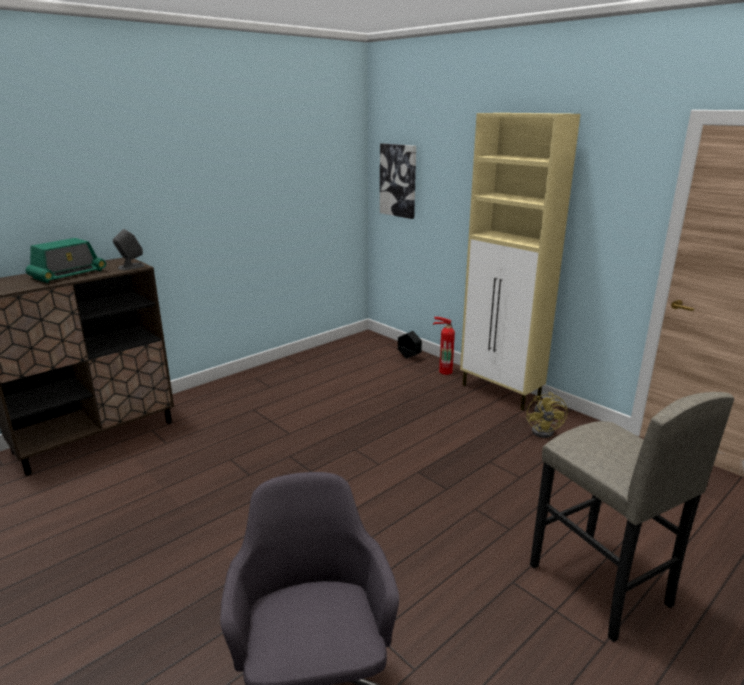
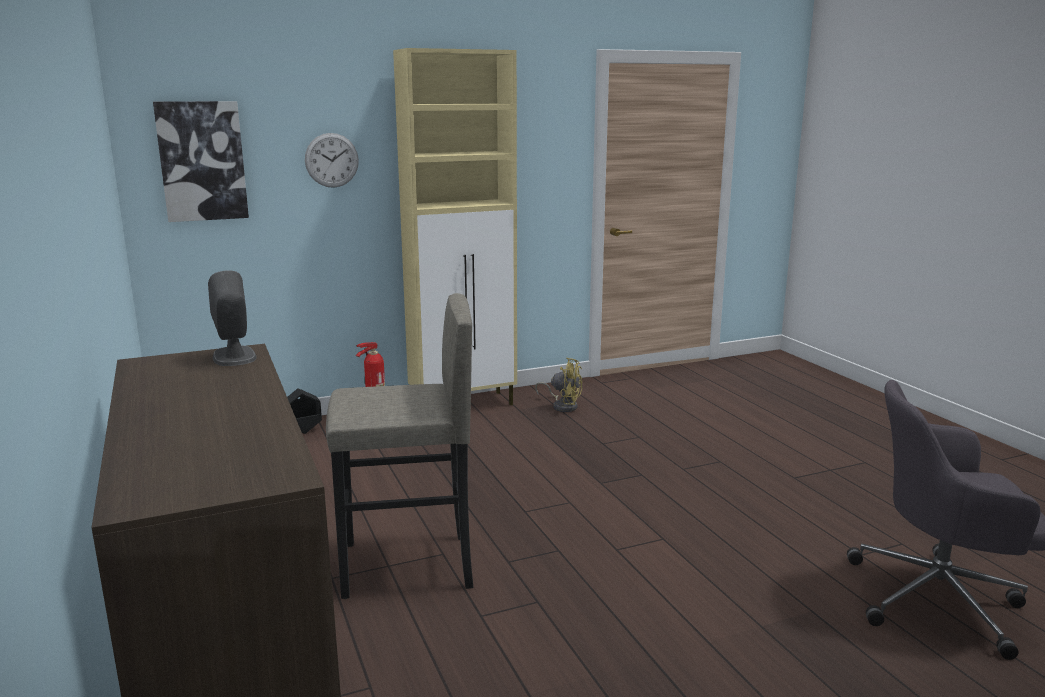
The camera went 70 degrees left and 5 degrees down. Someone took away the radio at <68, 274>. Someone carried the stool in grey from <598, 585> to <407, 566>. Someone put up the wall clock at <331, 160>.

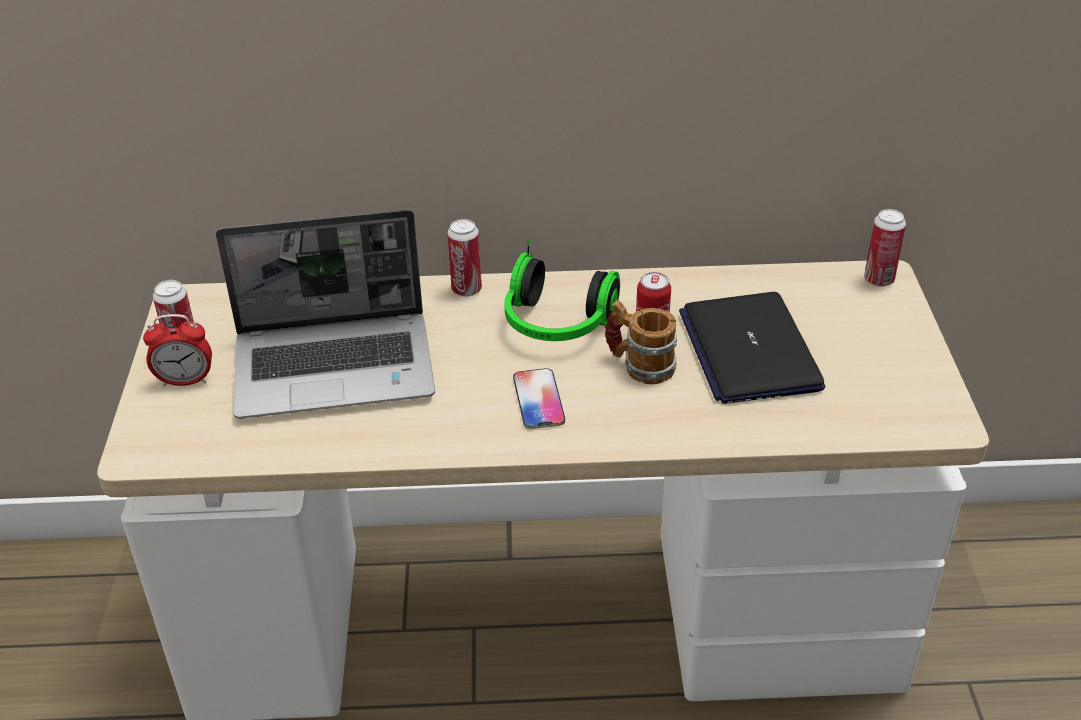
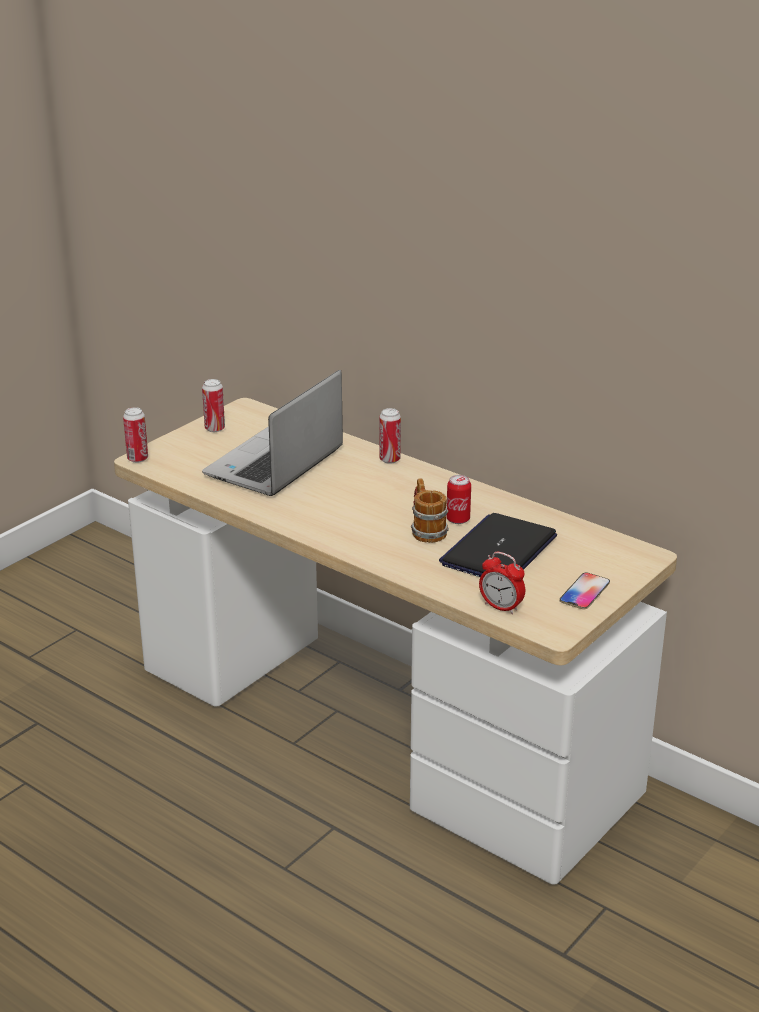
The camera went 40 degrees right and 10 degrees down. Someone carried the alarm clock from <185, 381> to <501, 607>. Someone rotated the laptop at <336, 366> by 90 degrees clockwise. Someone took away the headphones at <556, 325>. Someone carried the phone from <538, 399> to <584, 592>. Someone carried the can from <879, 280> to <137, 459>.

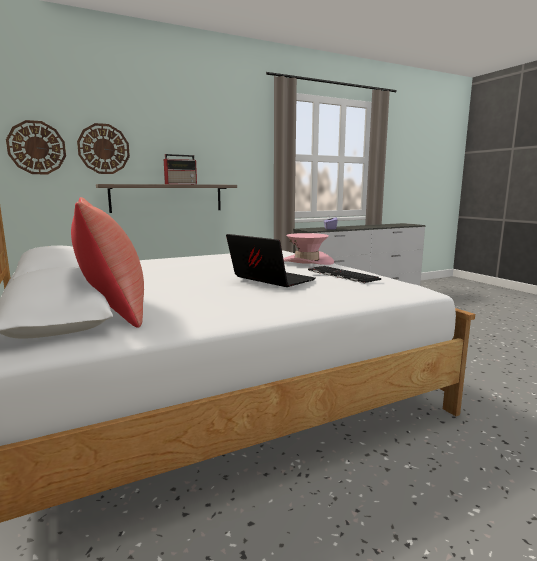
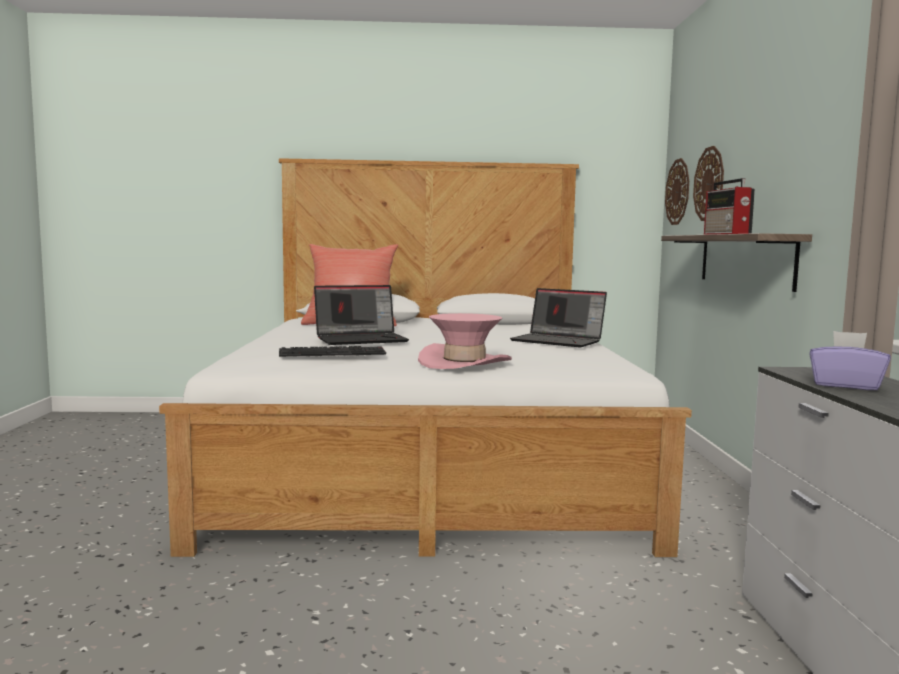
The camera went 115 degrees right and 5 degrees down. Someone put down the laptop at <559, 341>.

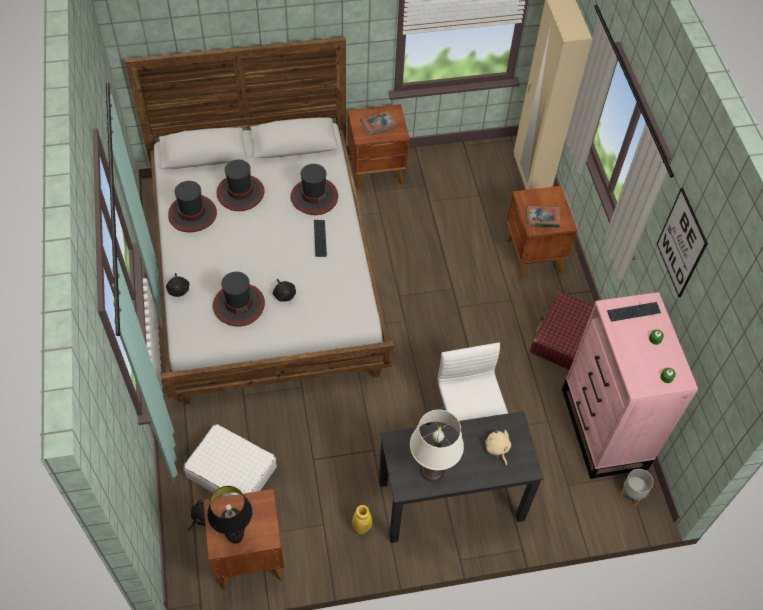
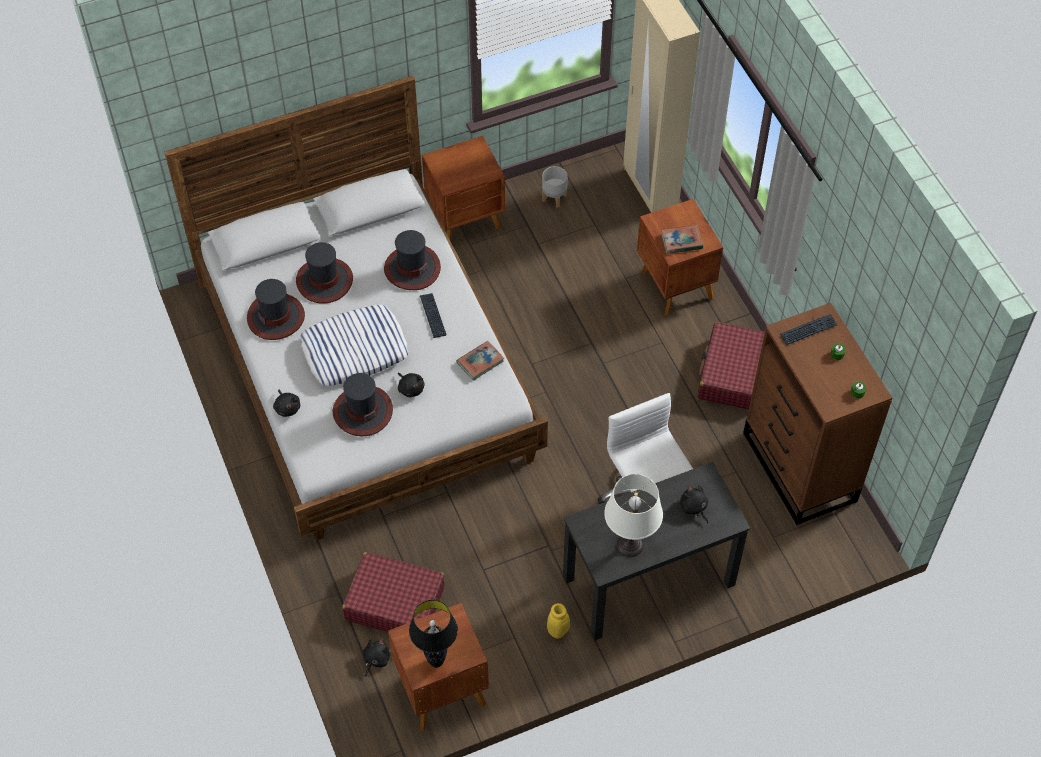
The camera went 10 degrees left and 0 degrees up. Someone repainted the suitcase in white at <231, 471>, which became the suitcase in red at <394, 603>. Someone carried the book from <378, 124> to <480, 362>. Someone repainted the plush toy in beige at <497, 449>, which became the plush toy in black at <694, 508>. Someone repainted the dresser in pink at <603, 429>, which became the dresser in brown at <799, 468>. Someone carried the planter in grey from <632, 494> to <554, 198>. Someone took away the picture at <681, 243>. Someone put down the pillow at <355, 350>.

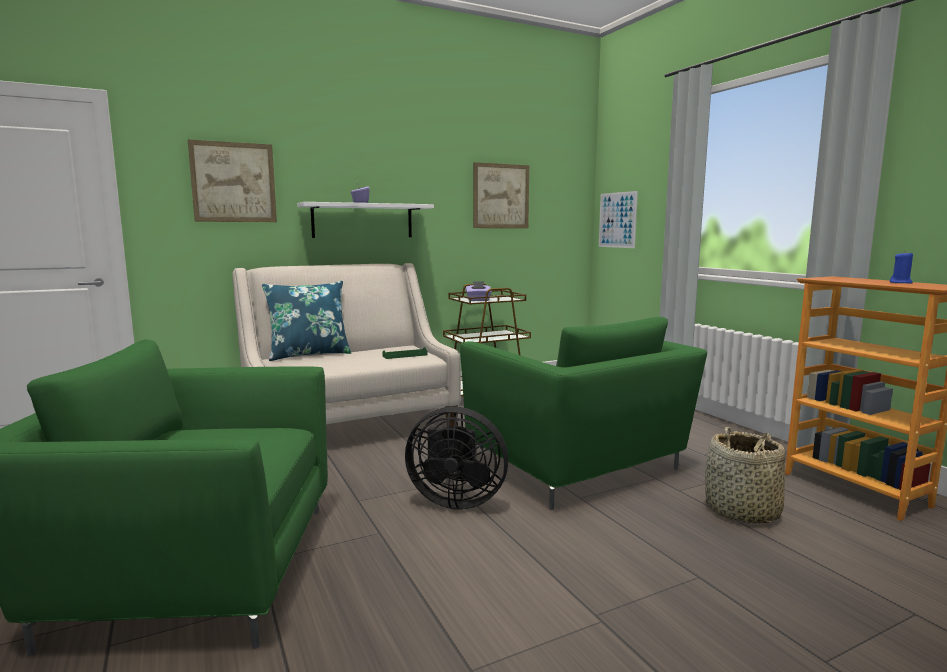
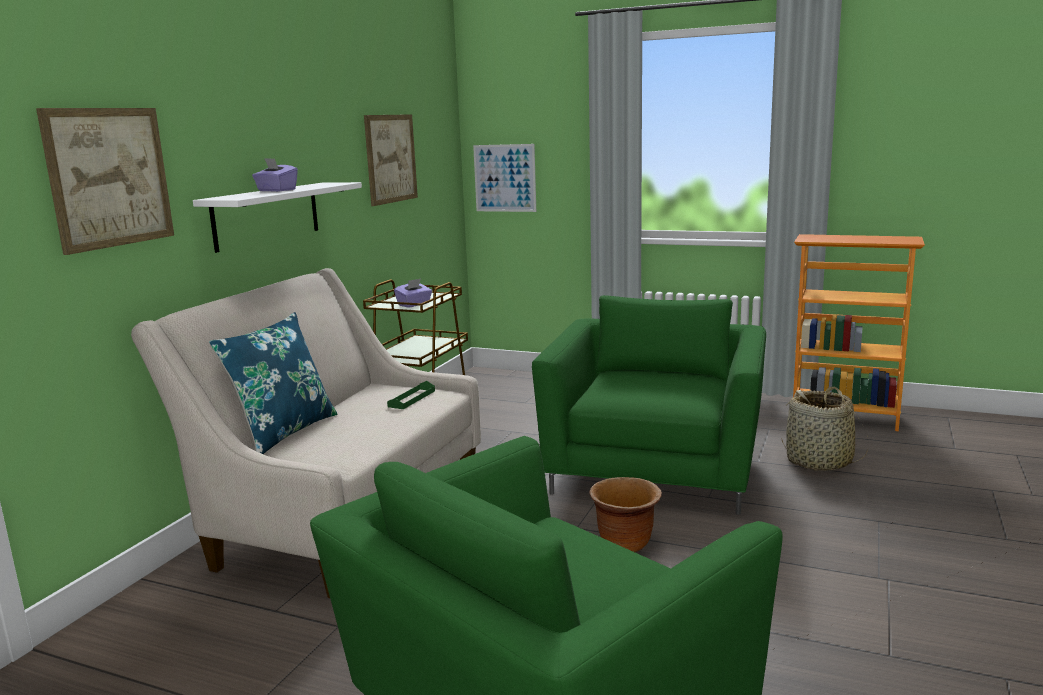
The camera went 40 degrees left and 5 degrees up. Someone swapped the fan in black at <455, 500> for the planter in brown at <625, 544>. Someone rotated the armchair in green at <577, 466> by 90 degrees counterclockwise. Someone took away the candle in blue at <900, 283>.

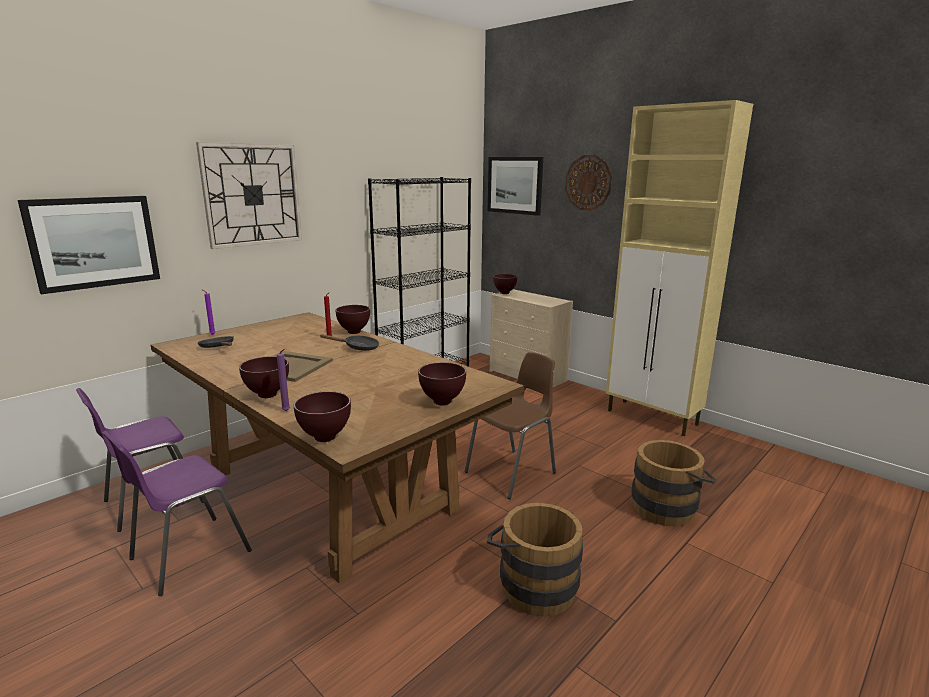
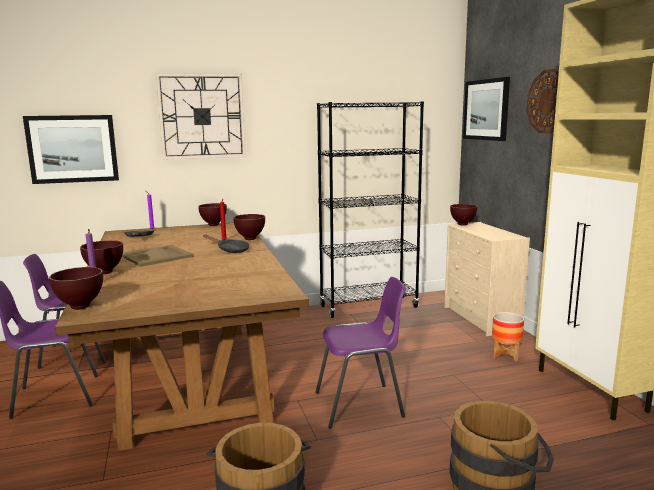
The camera went 30 degrees right and 5 degrees down. Someone carried the bowl in brown from <443, 402> to <214, 225>. Someone repainted the chair in brown at <513, 472>, which became the chair in purple at <361, 405>. Someone put down the planter at <505, 355>.

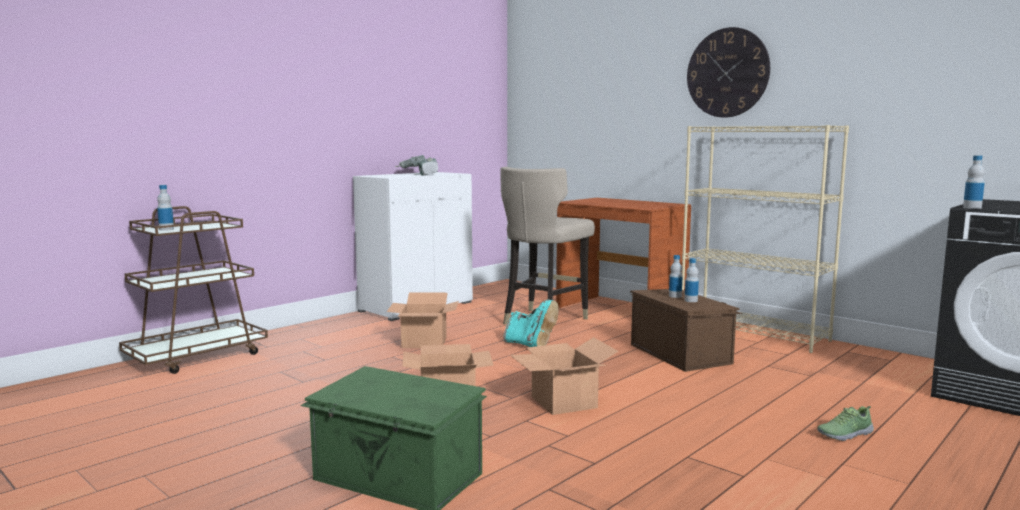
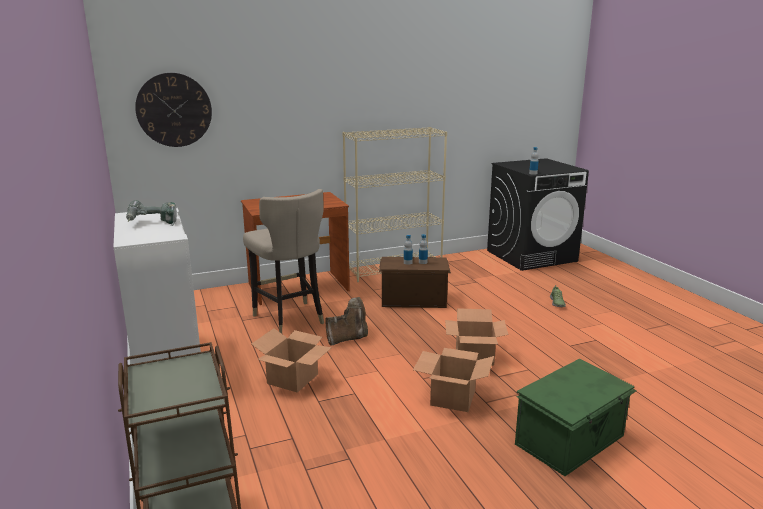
The camera went 65 degrees left and 10 degrees up. Someone took away the bottle at <166, 229>. Someone repainted the boot in turquoise at <530, 345>, which became the boot in brown at <348, 338>. Someone carried the wall clock from <727, 73> to <174, 110>.

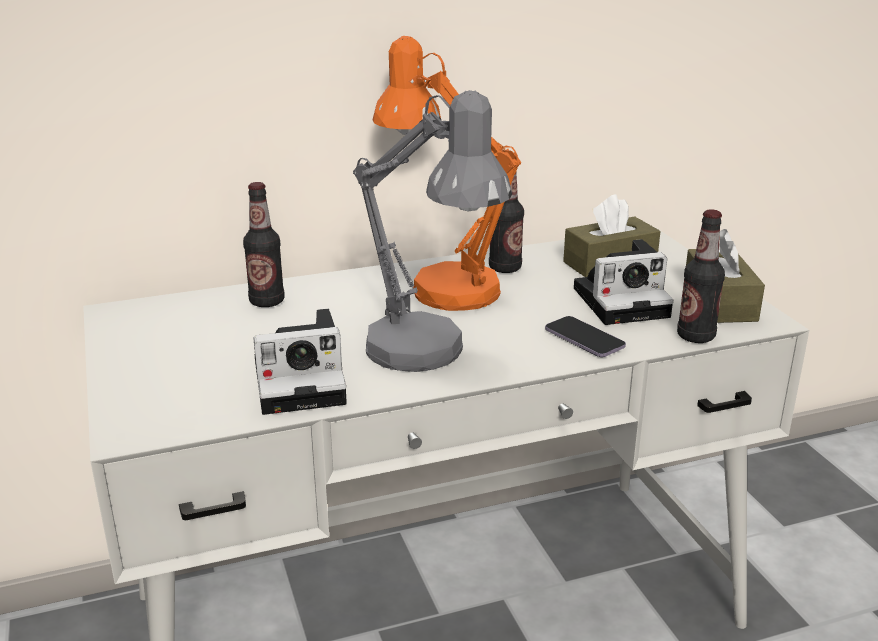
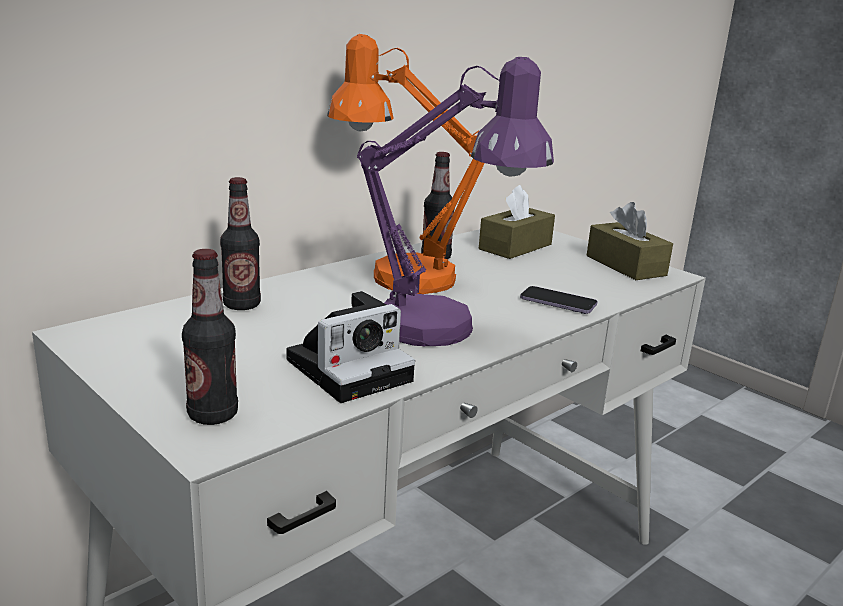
The camera went 25 degrees left and 5 degrees down. Someone repainted the table lamp in grey at <429, 355>, which became the table lamp in purple at <445, 331>. Someone took away the photo camera at <624, 301>. Someone carried the bottle from <695, 336> to <213, 415>.

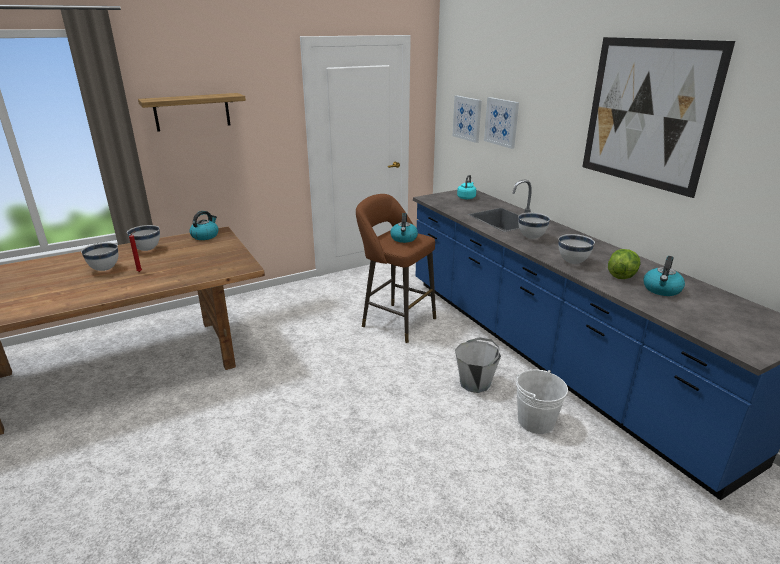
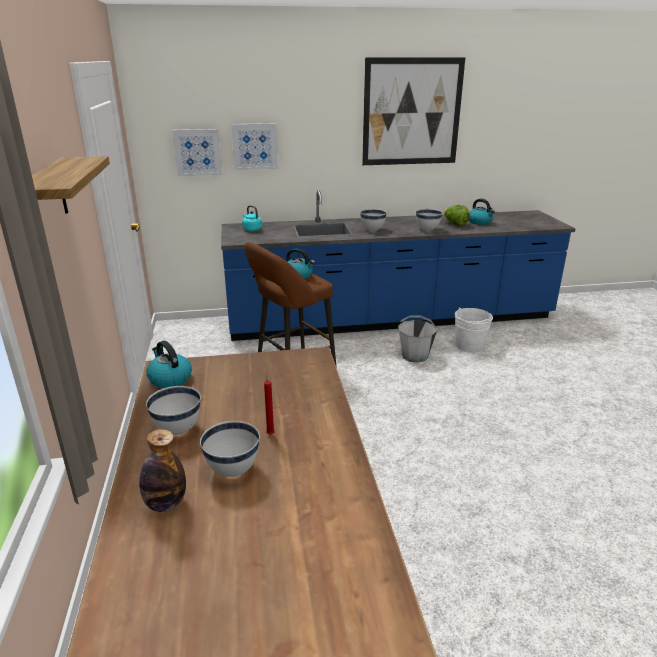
The camera went 70 degrees left and 0 degrees up. Someone put down the bottle at <165, 503>.

